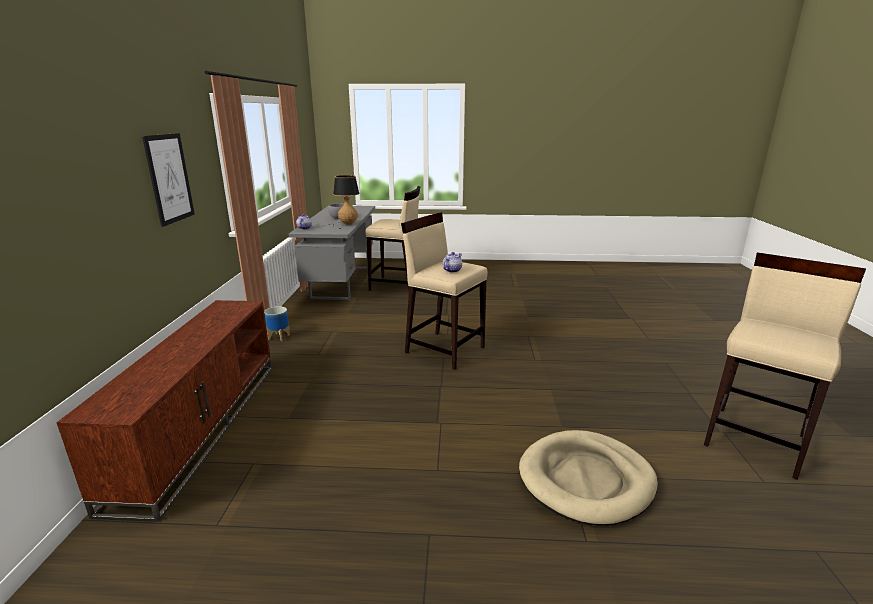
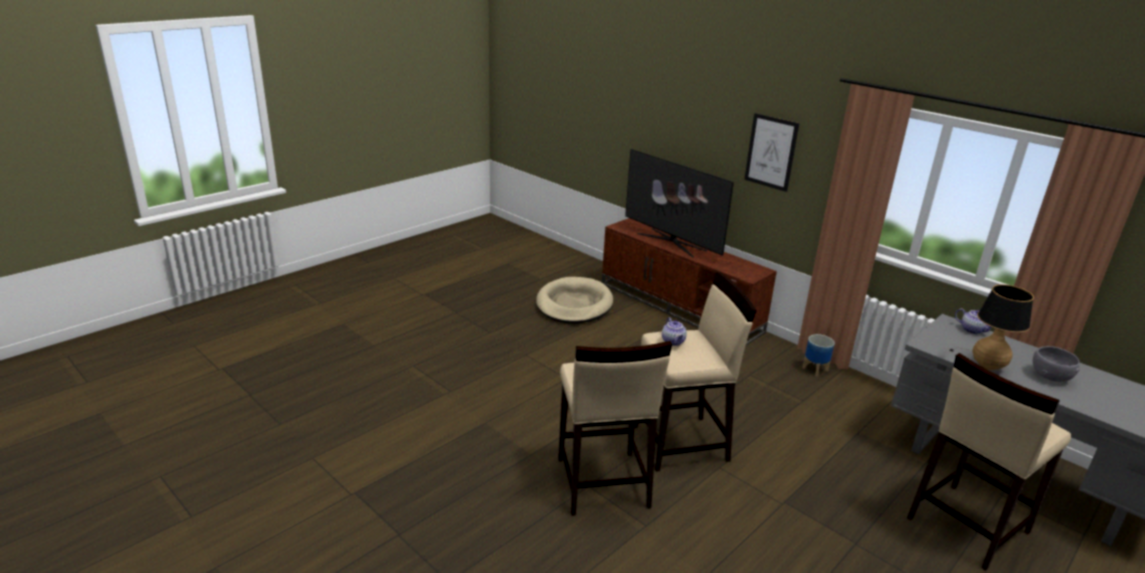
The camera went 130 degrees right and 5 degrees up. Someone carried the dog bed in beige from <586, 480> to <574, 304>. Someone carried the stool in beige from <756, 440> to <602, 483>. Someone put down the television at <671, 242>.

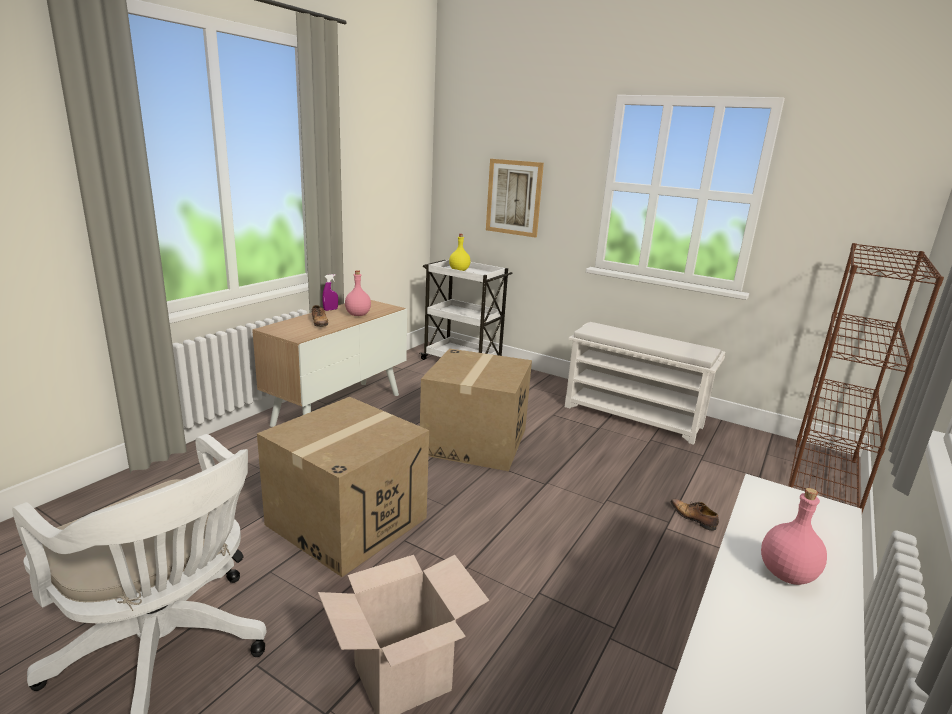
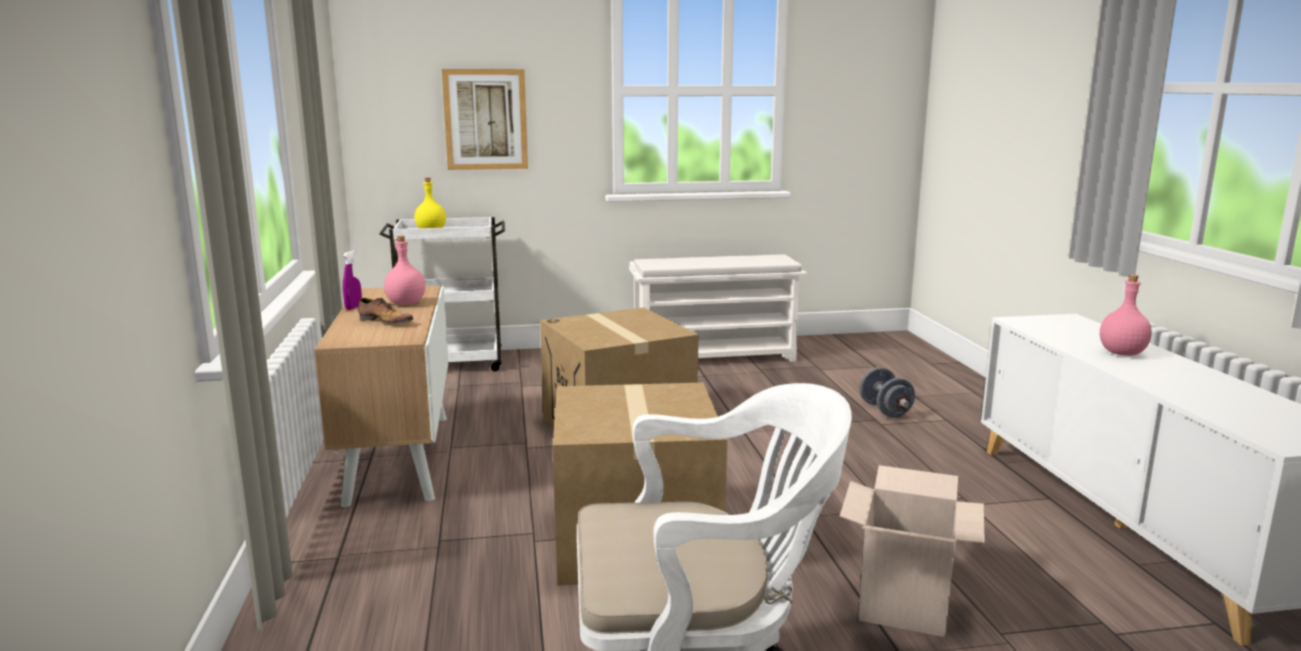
The camera went 40 degrees left and 5 degrees down. Someone swapped the shoe at <693, 518> for the dumbbell in grey at <885, 410>. Someone took away the bookcase in brown at <822, 485>.

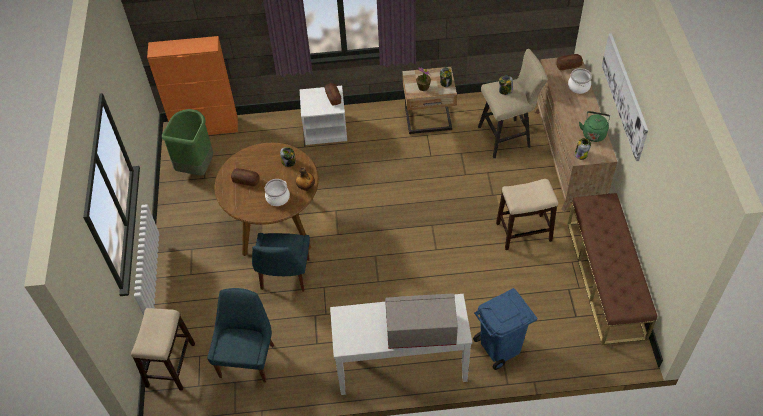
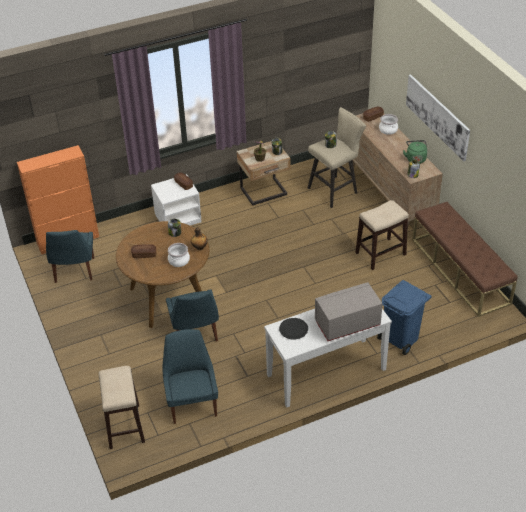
The camera went 20 degrees left and 10 degrees down. Someone swapped the trash can in green at <196, 167> for the chair in blue at <74, 271>. Someone put down the plate in black at <293, 329>.

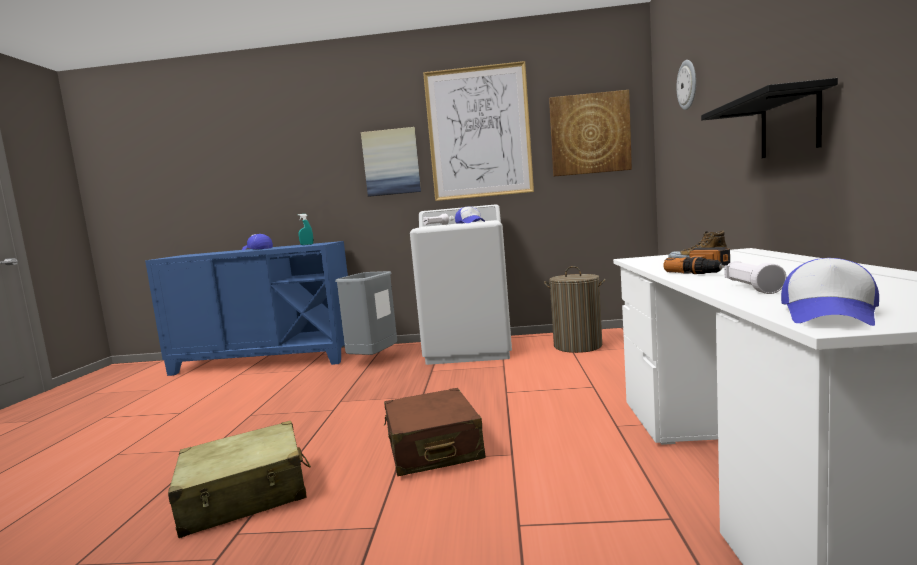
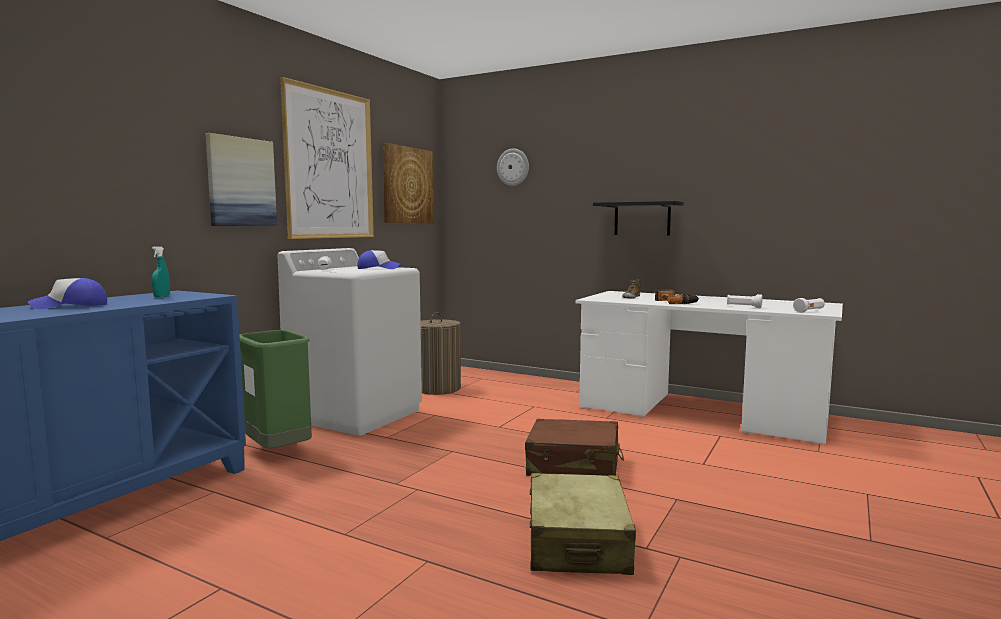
The camera went 65 degrees left and 0 degrees up. Someone repainted the trash can in grey at <373, 360>, which became the trash can in green at <279, 452>. Someone swapped the cap at <830, 314> for the flashlight in white at <809, 311>.

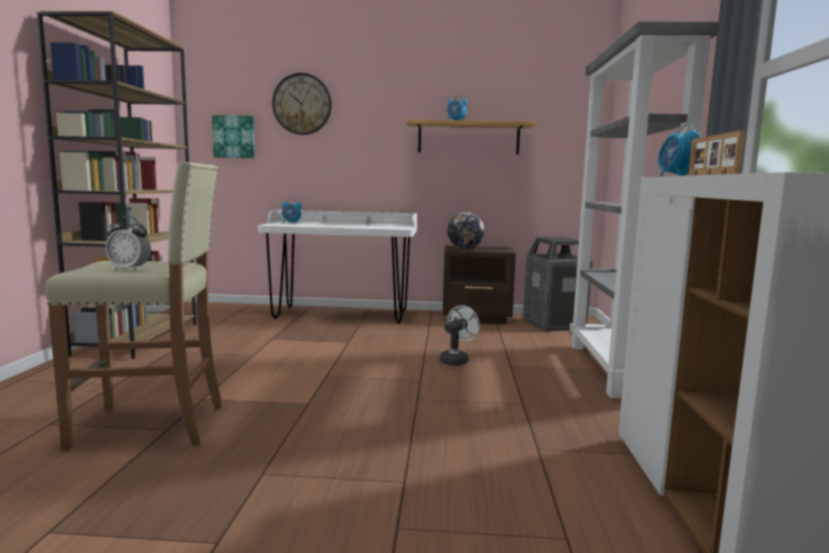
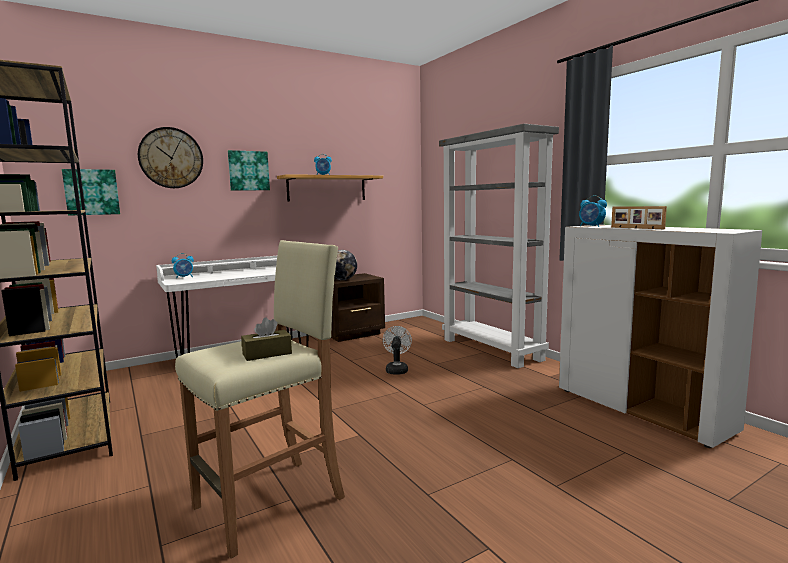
The camera went 35 degrees left and 0 degrees up. Someone swapped the alarm clock at <129, 269> for the tissue box in brown at <267, 354>. Someone took away the trash can at <554, 324>. Someone put up the picture at <248, 171>.

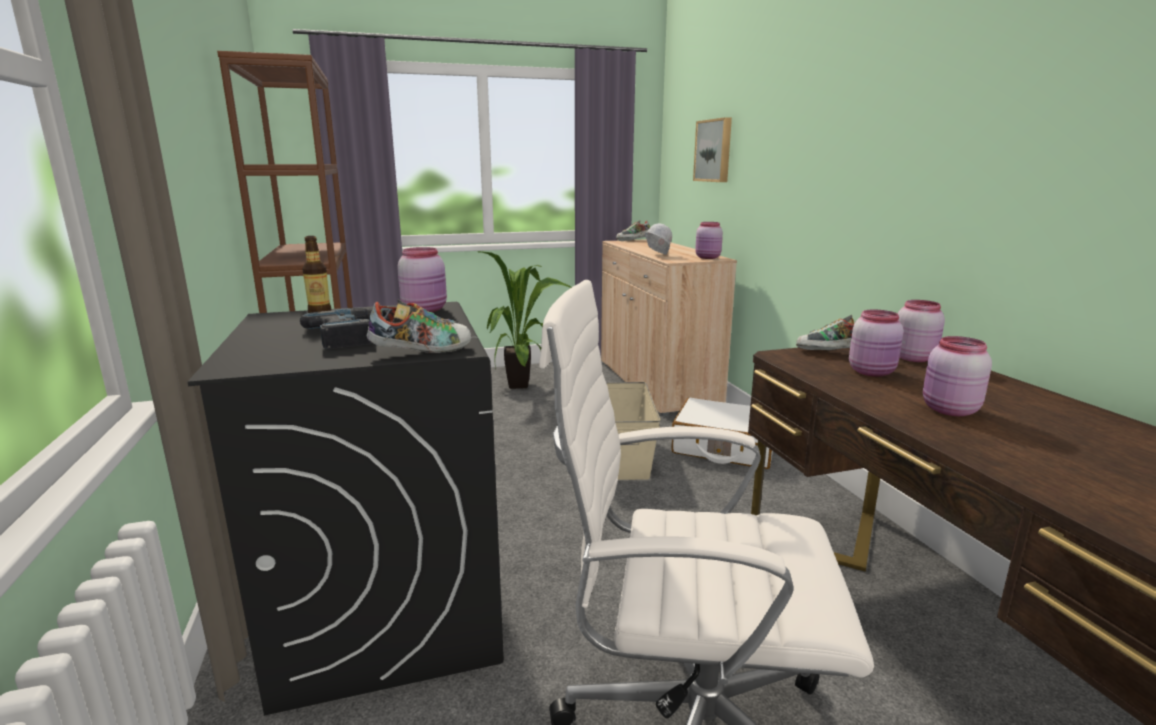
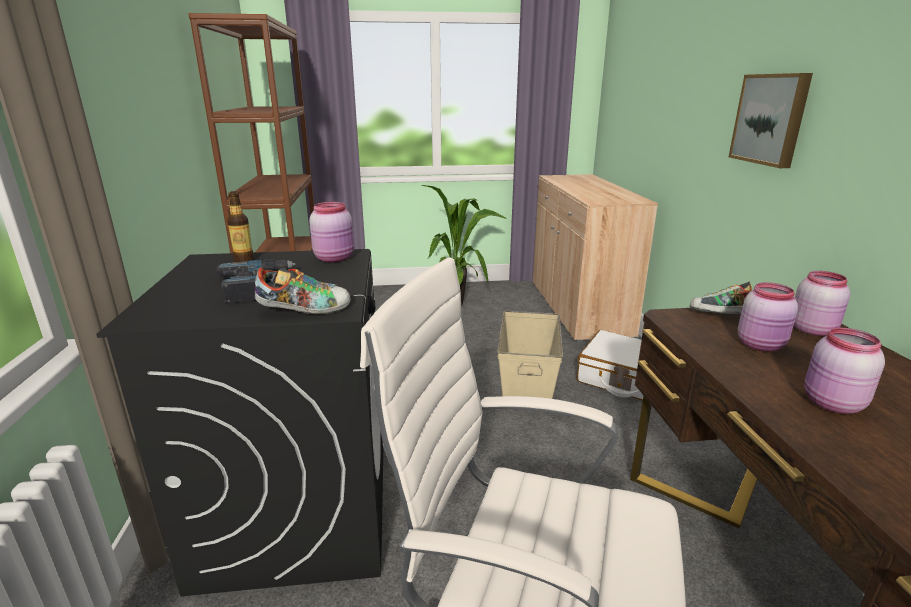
The camera went 10 degrees right and 5 degrees up. Someone took away the shoe at <633, 241>. Someone took away the hard hat in white at <656, 255>. Someone carried the picture from <714, 150> to <771, 119>. Someone took away the jar in pink at <708, 258>.

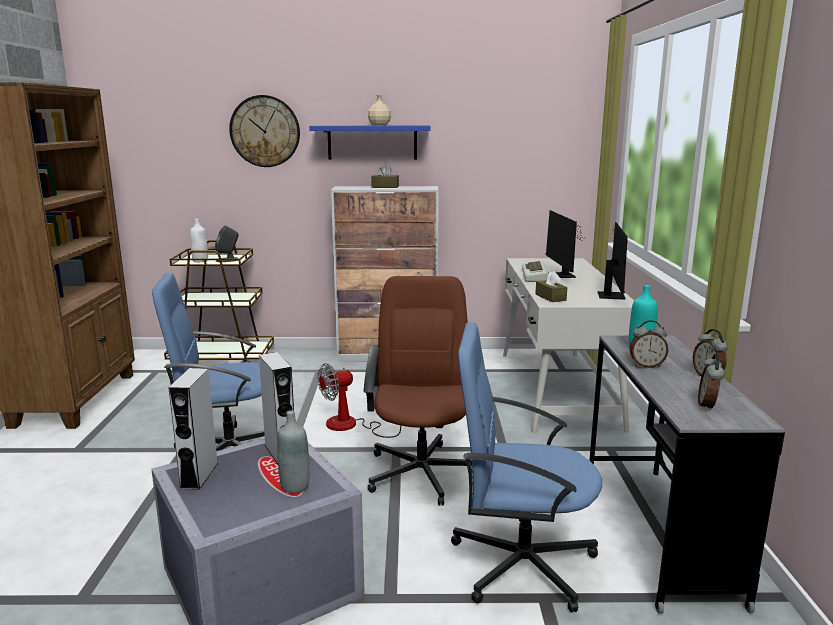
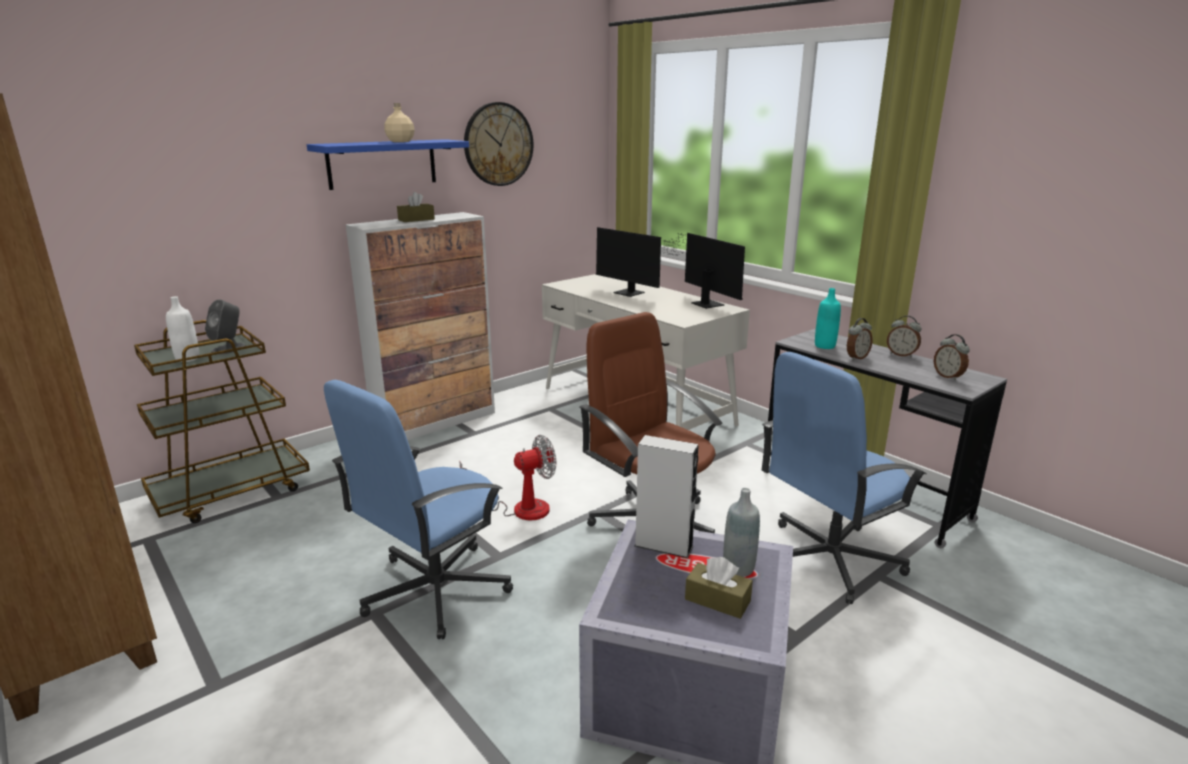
The camera went 40 degrees left and 5 degrees up. Someone took away the speaker in grey at <199, 475>. Someone carried the wall clock from <265, 131> to <498, 144>. Someone rotated the fan at <351, 426> by 135 degrees counterclockwise. Someone took away the keyboard at <535, 276>. Someone carried the tissue box in brown from <550, 297> to <717, 600>.

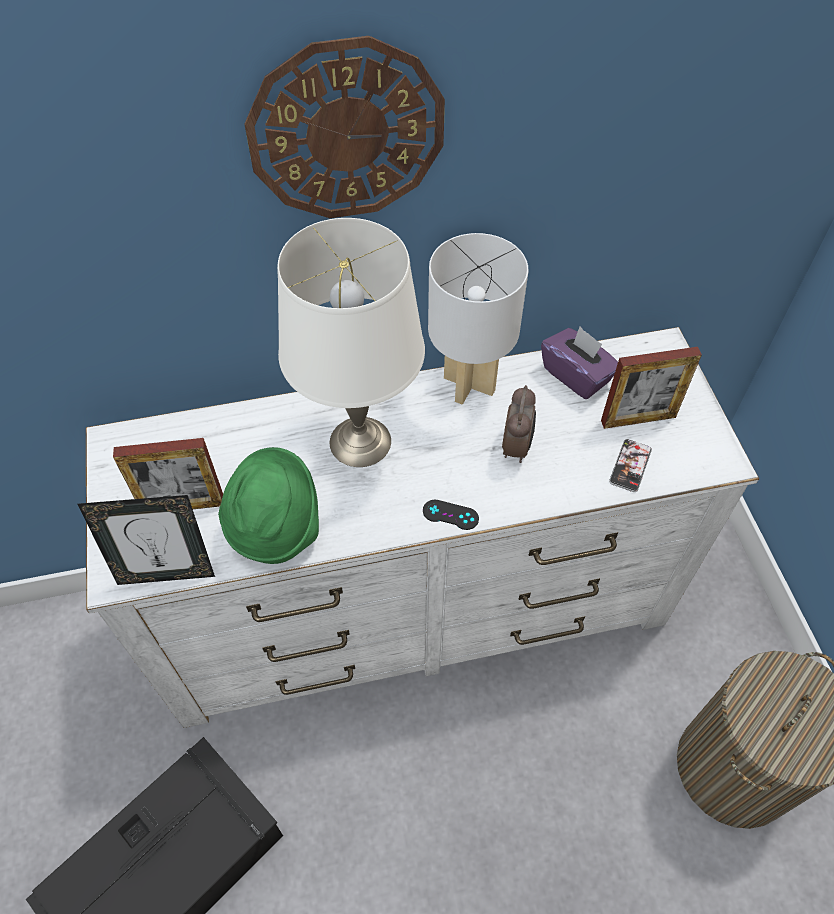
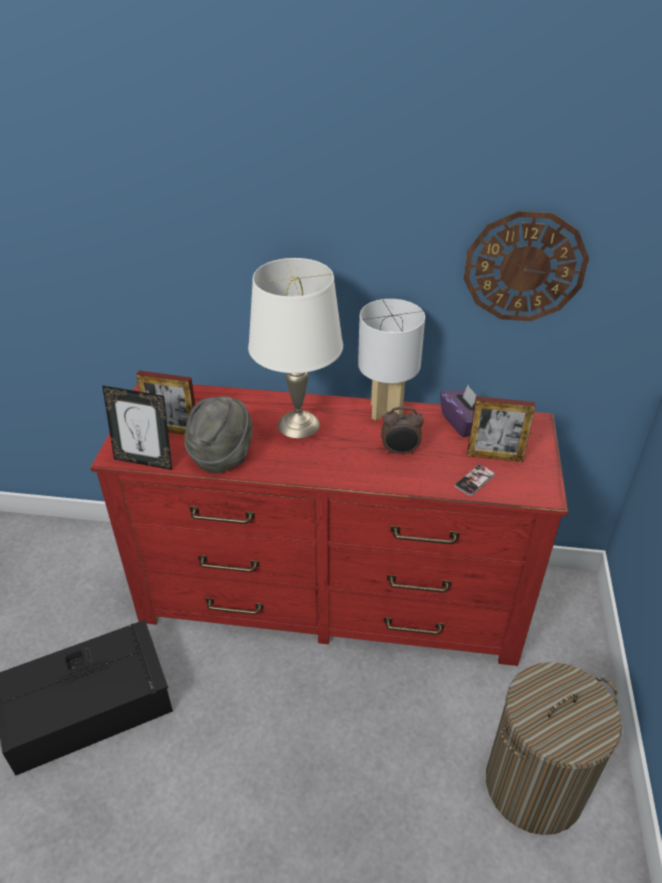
The camera went 20 degrees right and 15 degrees down. Someone repainted the dresser in white at <416, 605>, which became the dresser in red at <331, 595>. Someone repainted the hat in green at <276, 528>, which became the hat in grey at <221, 455>. Someone carried the wall clock from <346, 132> to <524, 267>. Someone took away the game controller in black at <450, 515>. Someone rotated the alarm clock at <516, 447> by 60 degrees clockwise.

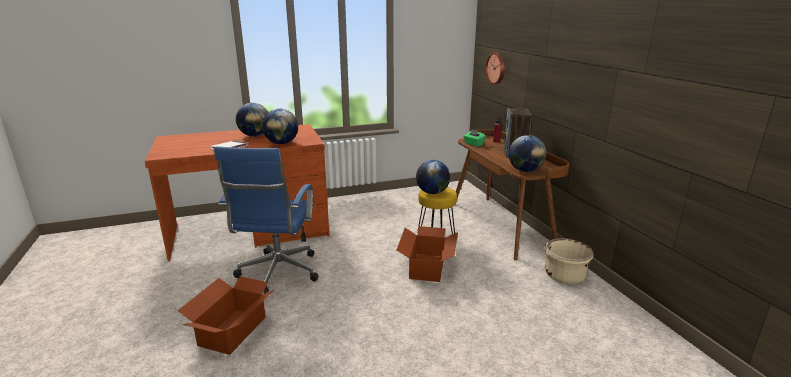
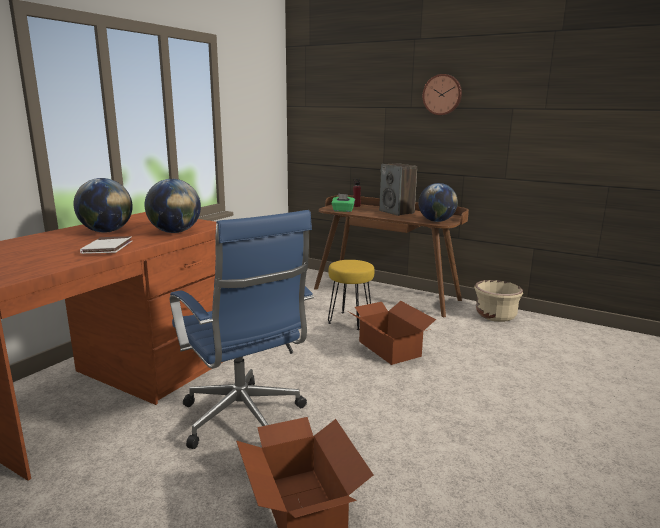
The camera went 40 degrees left and 5 degrees down. Someone took away the globe at <432, 192>. Someone carried the wall clock from <496, 68> to <442, 94>.

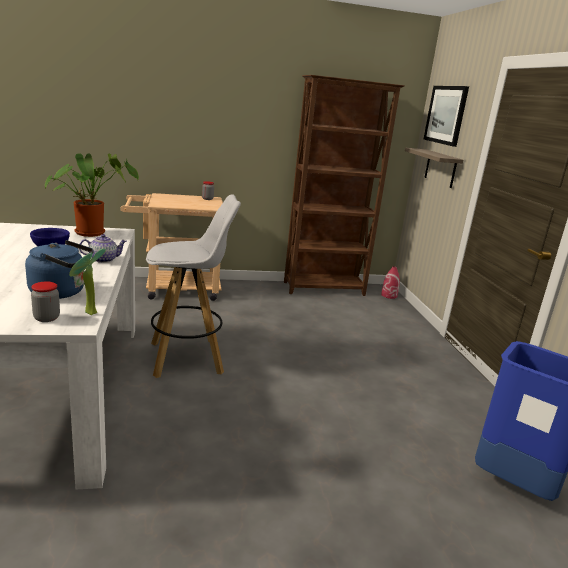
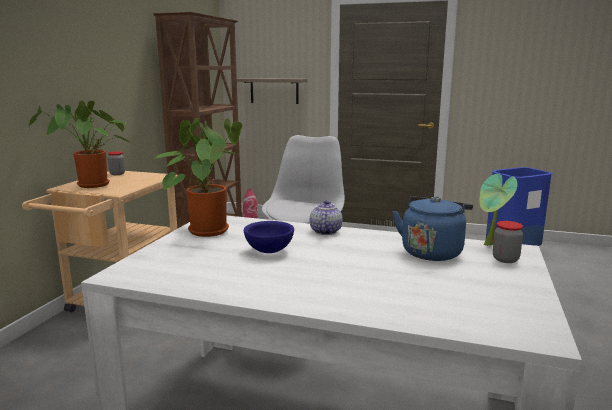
The camera went 60 degrees left and 5 degrees down. Someone took away the picture at <446, 115>. Someone put down the potted plant at <91, 186>.

